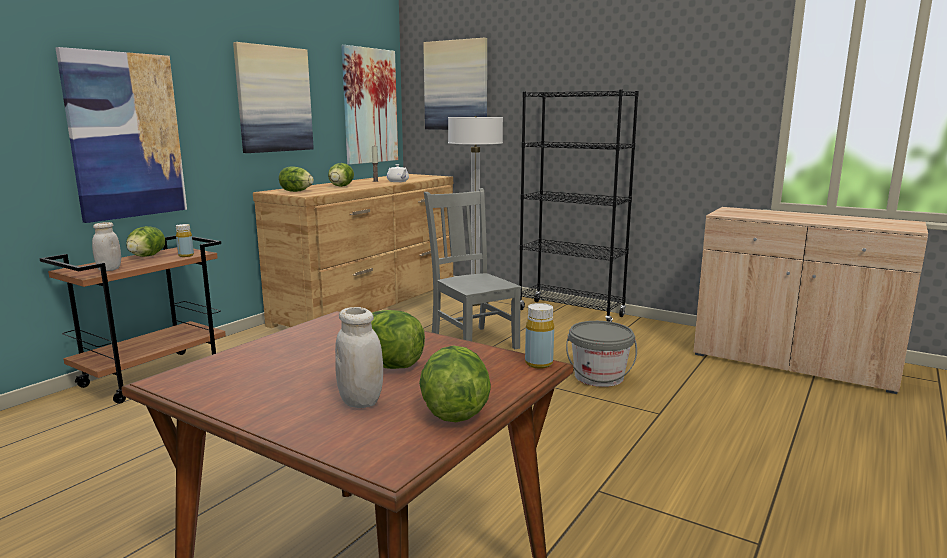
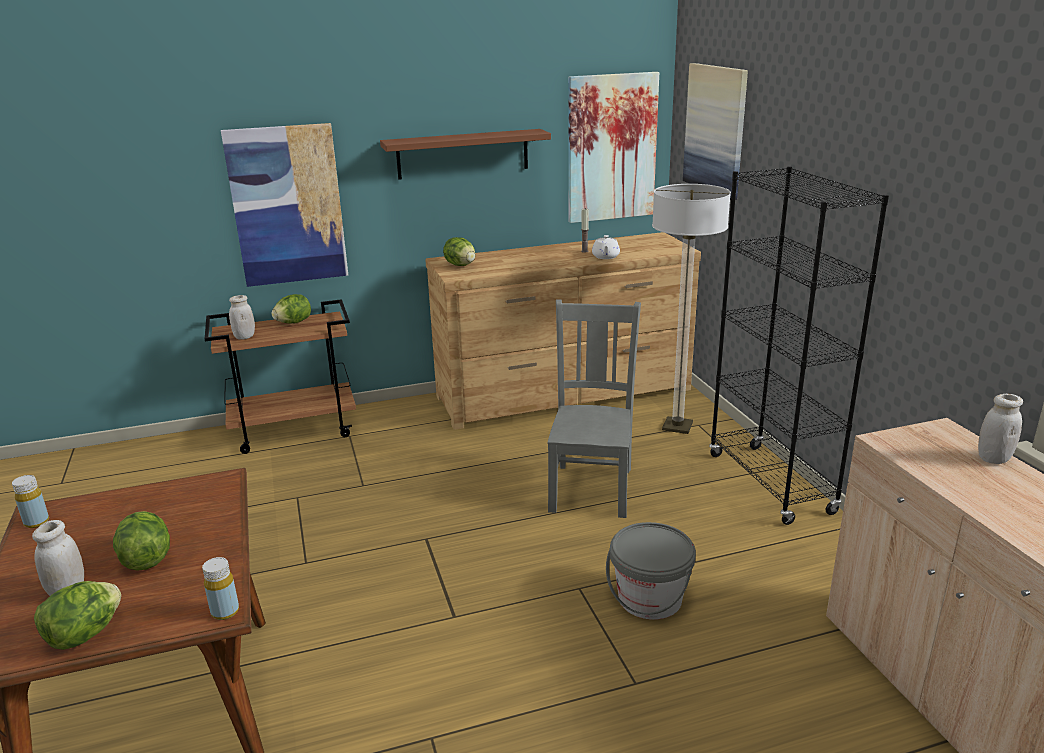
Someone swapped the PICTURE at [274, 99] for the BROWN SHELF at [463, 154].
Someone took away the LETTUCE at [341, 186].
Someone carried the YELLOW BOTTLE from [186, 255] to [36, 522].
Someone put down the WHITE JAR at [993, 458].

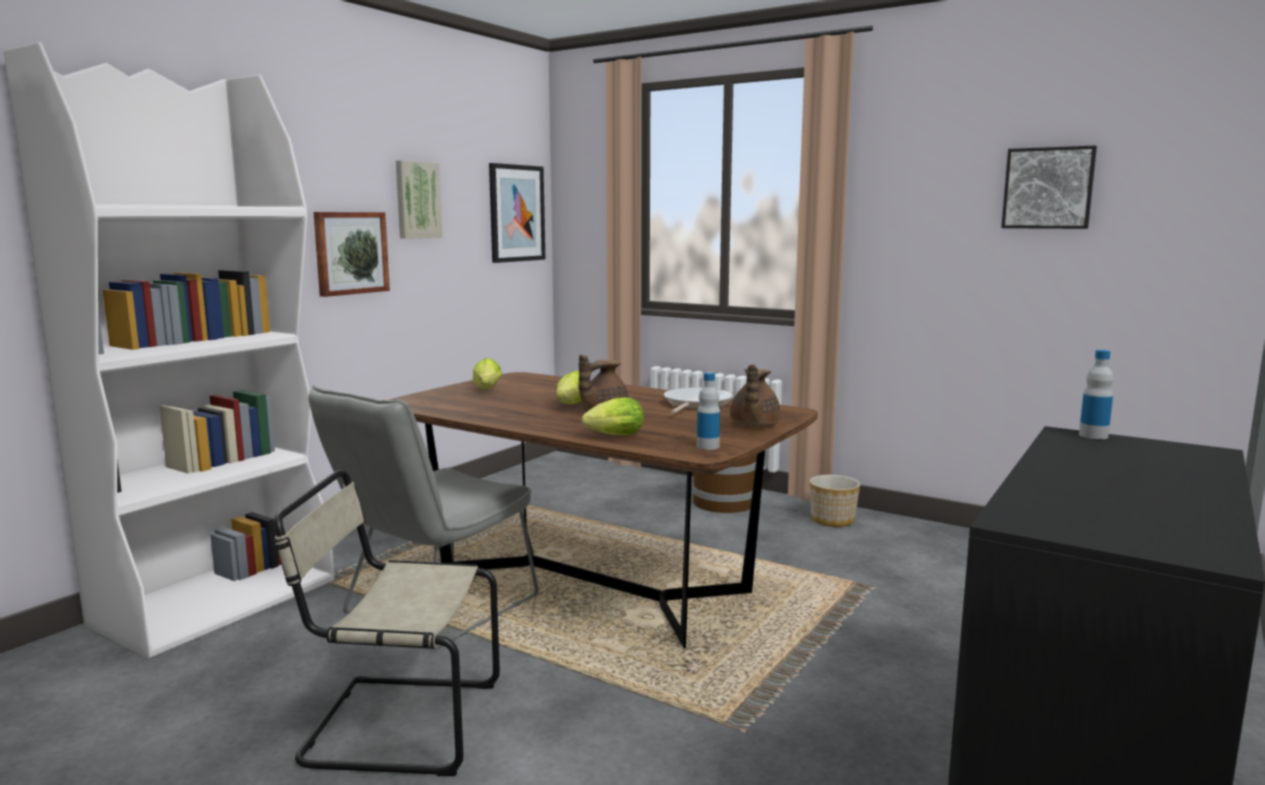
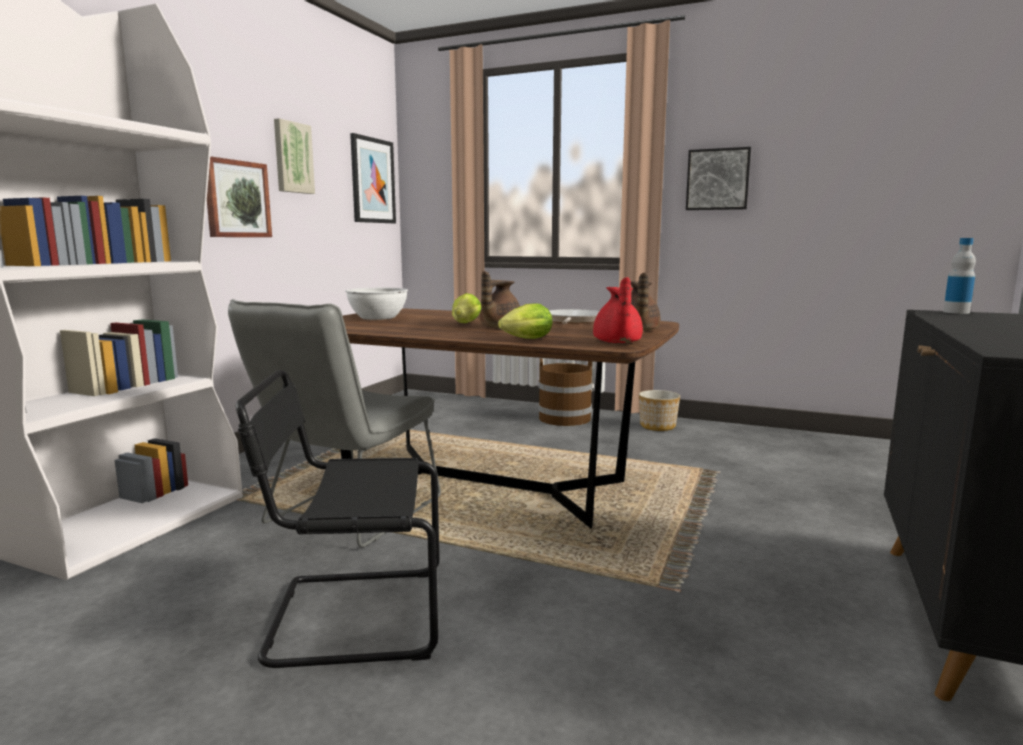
Someone carried the PICTURE from [1048, 188] to [718, 179].
Someone swapped the LETTUCE at [487, 390] for the WHITE BOWL at [378, 317].
Someone swapped the BOTTLE at [708, 446] for the RED TEAPOT at [617, 342].
Someone repainted the BEIGE CHAIR at [395, 723], which became the BLACK CHAIR at [350, 616].

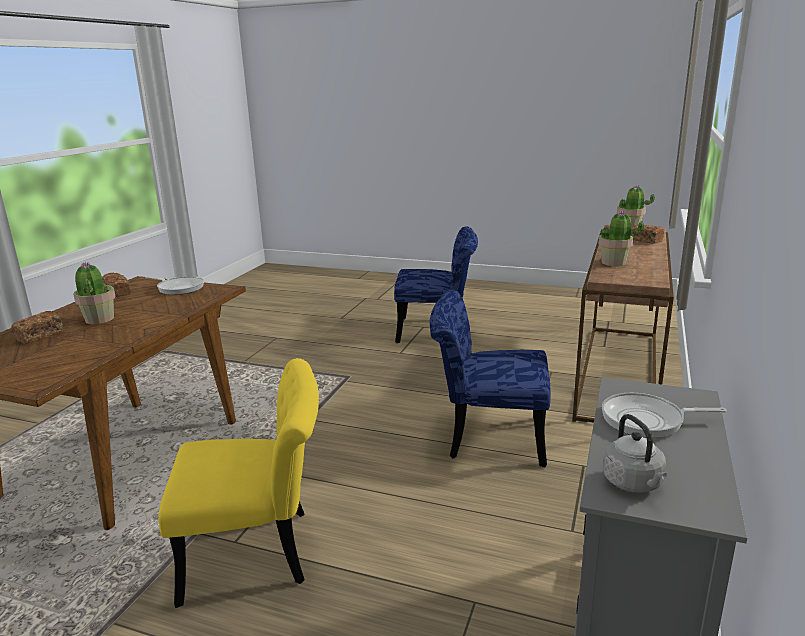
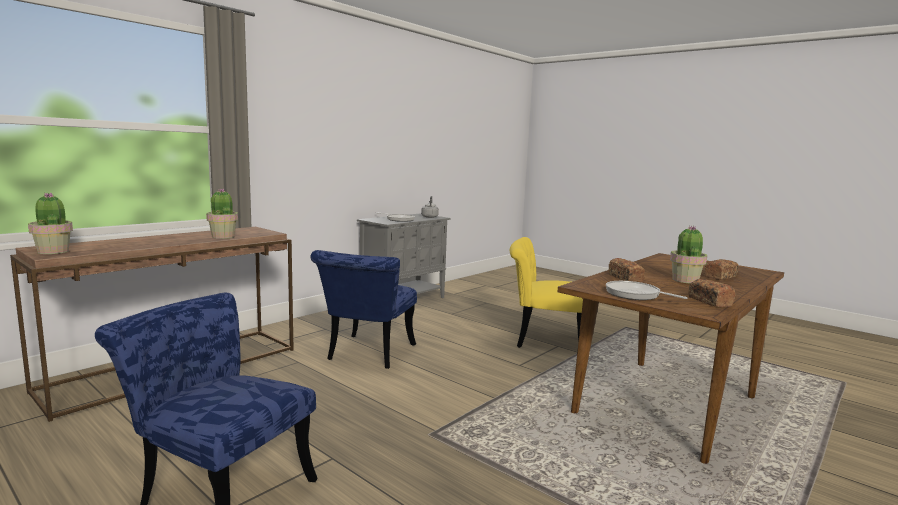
Someone carried the BREAD from [645, 240] to [625, 278].
Someone rotated the BLUE CHAIR at [487, 437] by 75 degrees clockwise.

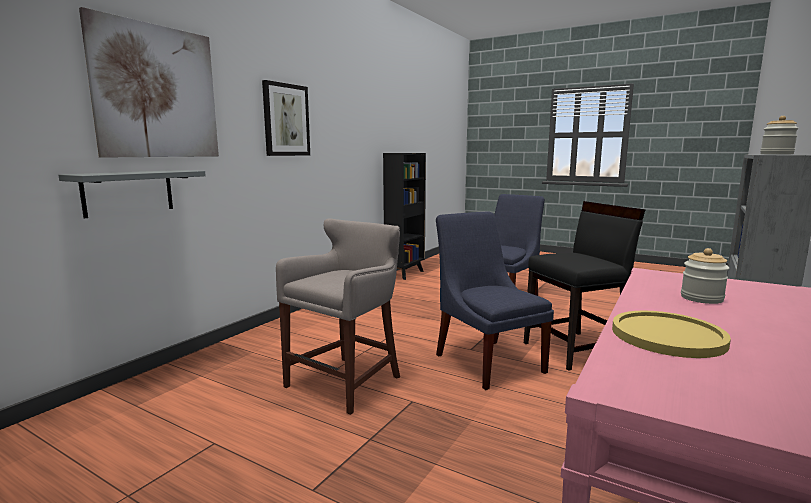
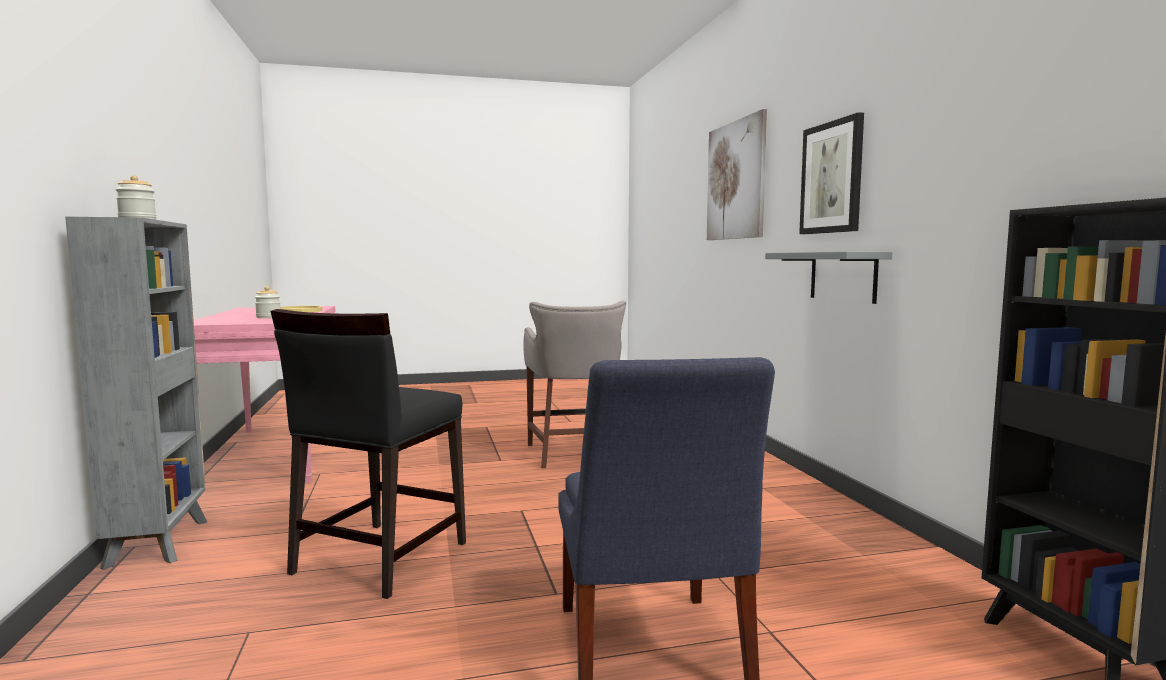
Someone carried the GREY SHELF from [128, 192] to [842, 276].
Someone took away the BLUE CHAIR at [487, 361].

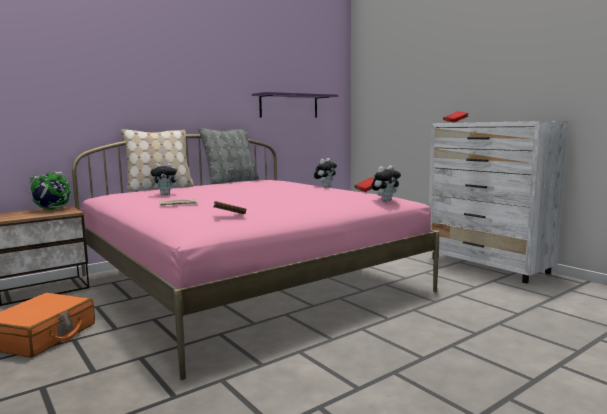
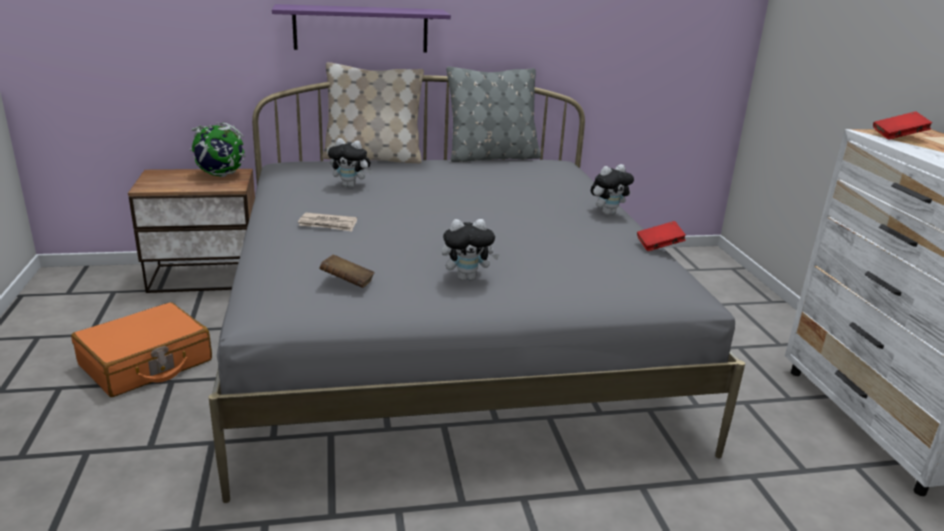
Someone carried the PURPLE SHELF from [289, 106] to [361, 29].
Someone repainted the PINK BED at [247, 283], which became the GREY BED at [447, 340].
Someone carried the PLUSH TOY from [385, 200] to [467, 278].

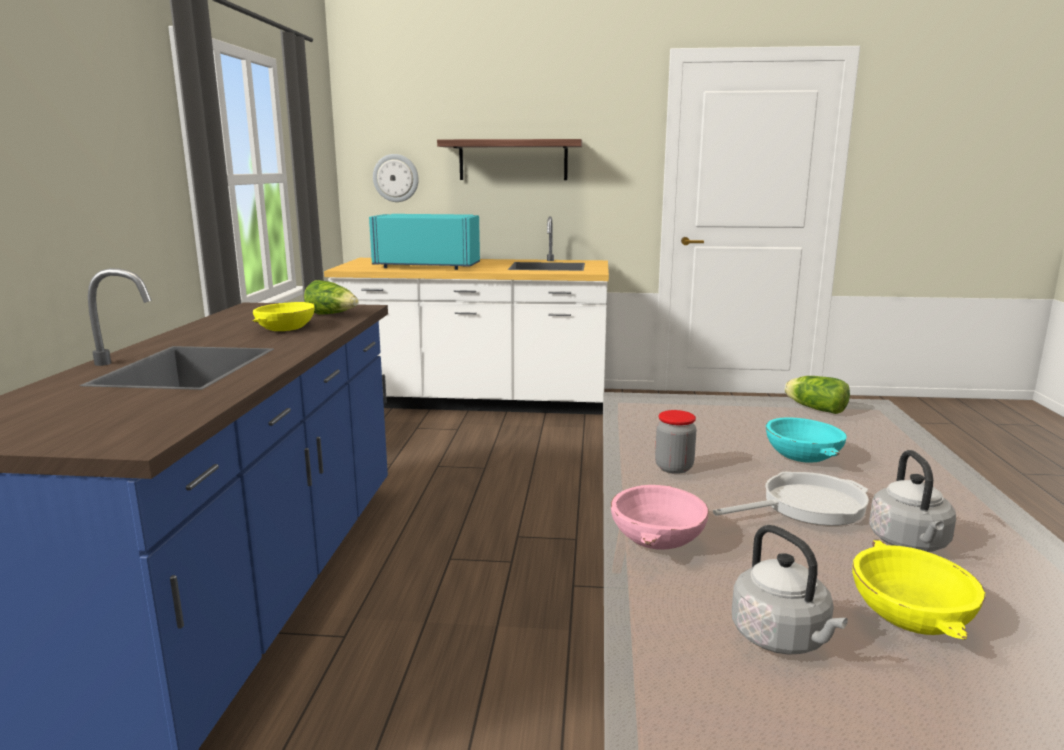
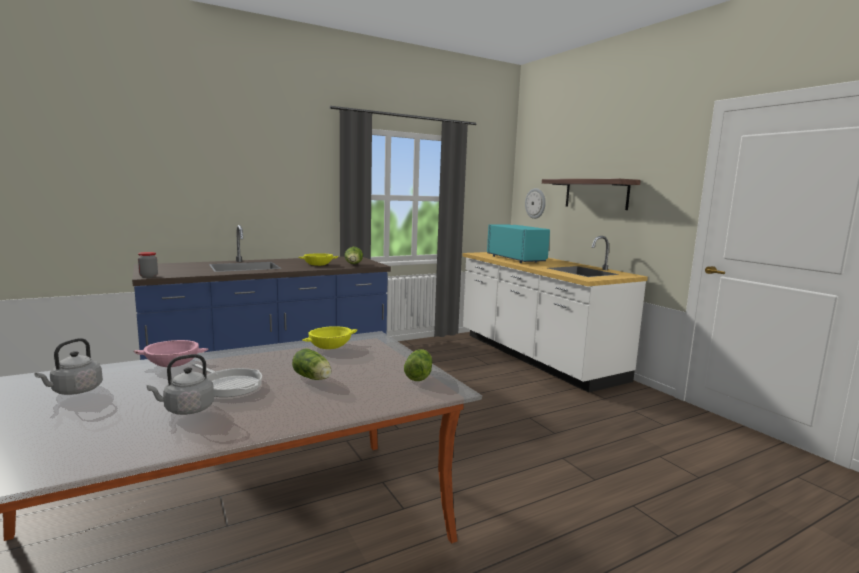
Someone carried the JAR from [674, 467] to [148, 276].
Someone swapped the TURQUOISE BOWL at [801, 455] for the LETTUCE at [313, 378].
Someone carried the YELLOW BOWL from [912, 614] to [330, 346].

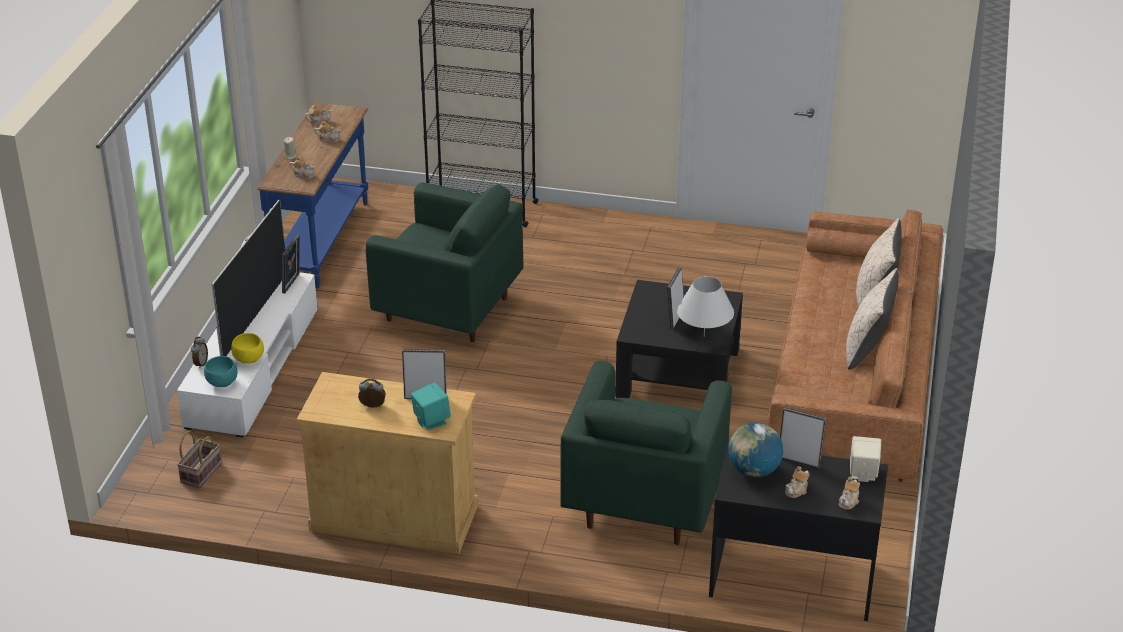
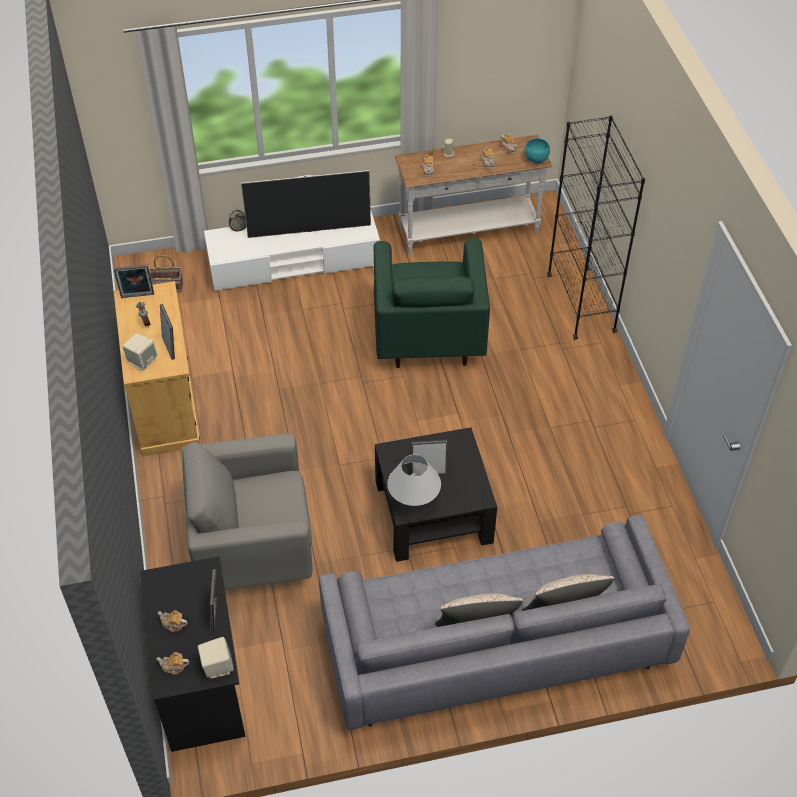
Someone repainted the BLUE CONSOLE TABLE at [323, 242], which became the WHITE CONSOLE TABLE at [469, 232].
Someone repainted the BROWN SOFA at [853, 381], which became the GREY SOFA at [495, 645].
Someone carried the PICTURE FRAME from [292, 284] to [137, 297].
Someone took away the YELLOW BOWL at [249, 360].
Someone carried the TURQUOISE BOWL from [223, 383] to [536, 160].
Someone repainted the GREEN ARMCHAIR at [644, 502], which became the GREY ARMCHAIR at [252, 547].
Someone repainted the TURQUOISE SPEAKER at [431, 420], which became the BEIGE SPEAKER at [142, 361].
Someone took away the GLOBE at [754, 471].

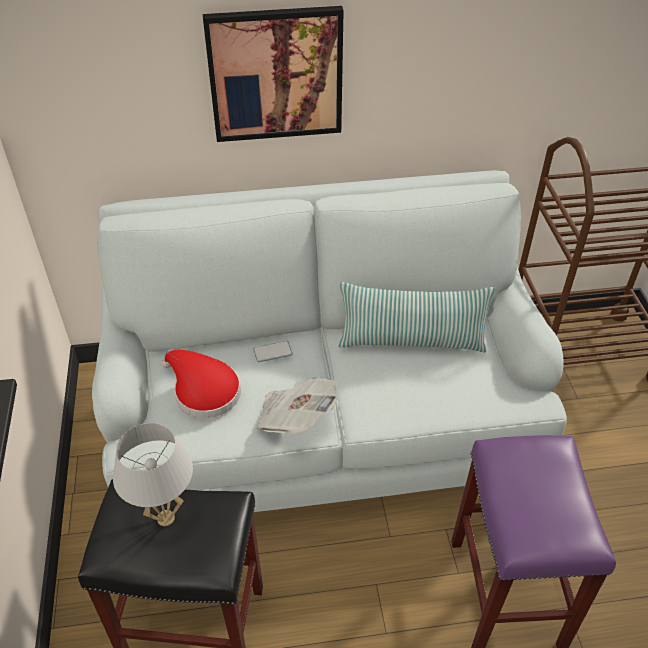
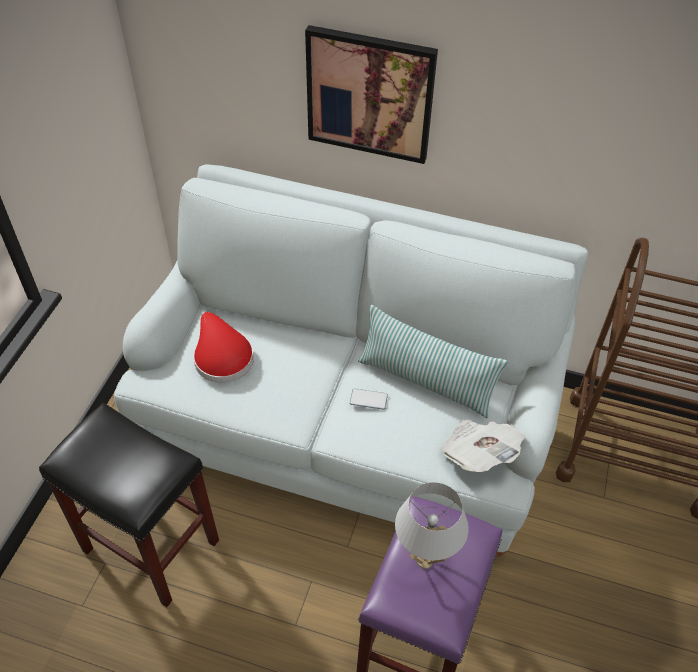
Someone carried the PHONE from [272, 352] to [368, 399].
Someone carried the NEWSPAPER from [295, 418] to [478, 454].
Someone carried the WHITE TABLE LAMP from [166, 518] to [425, 561].

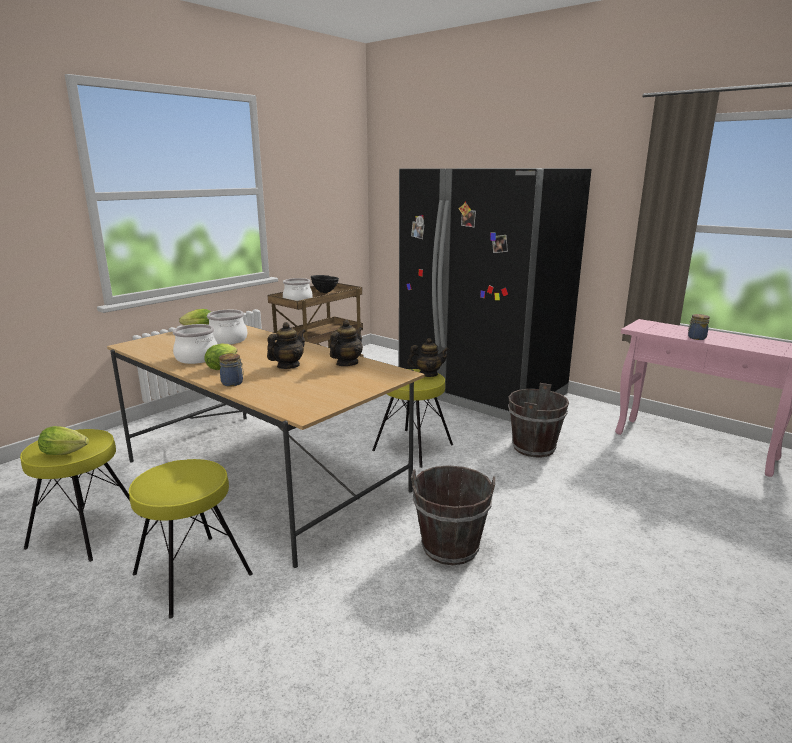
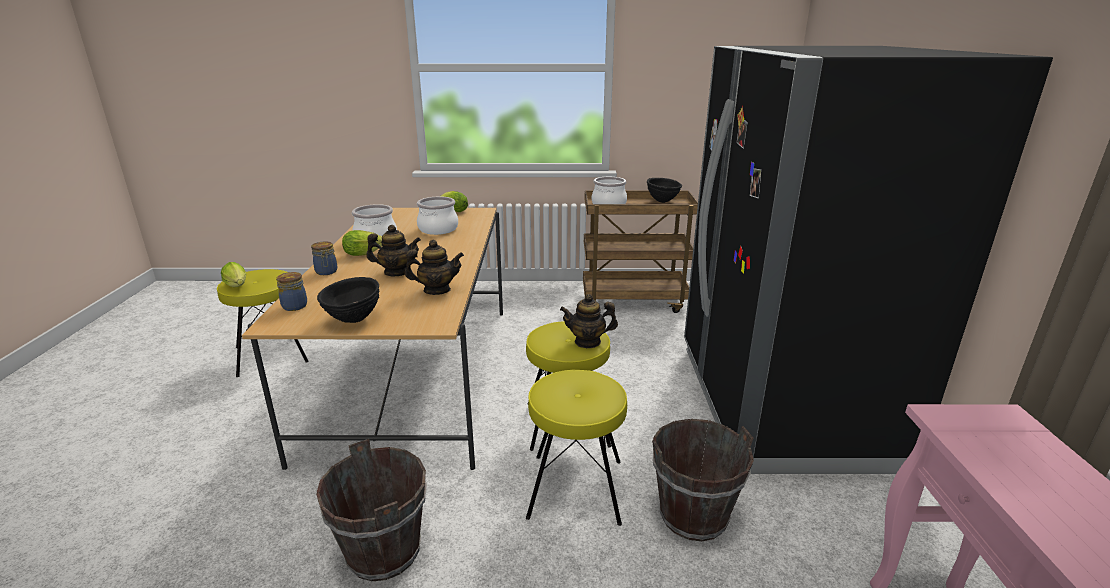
Someone carried the JAR from [696, 338] to [294, 306].
Someone rotated the TEAPOT at [428, 374] by 135 degrees clockwise.
Someone carried the YELLOW STOOL from [191, 574] to [575, 487].
Someone put down the BLACK BOWL at [353, 320].

